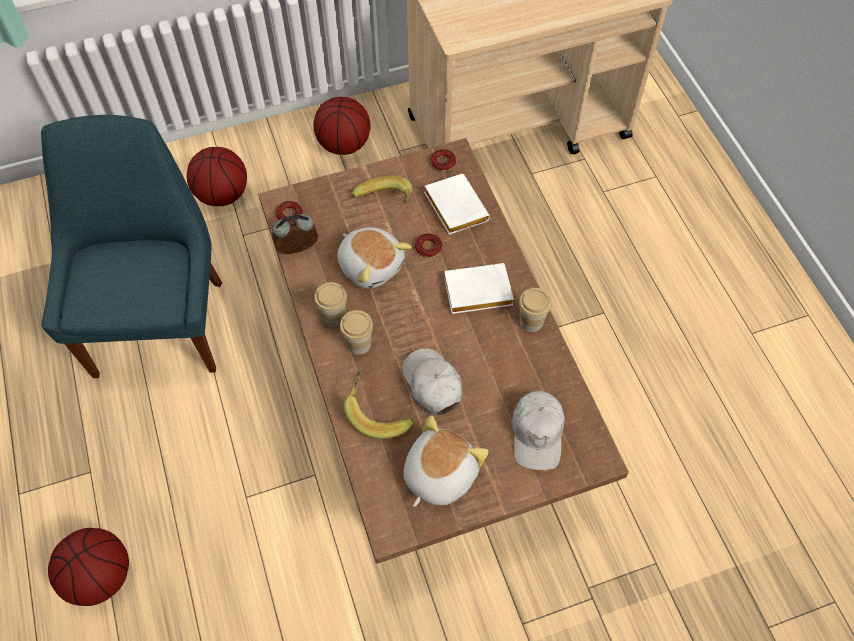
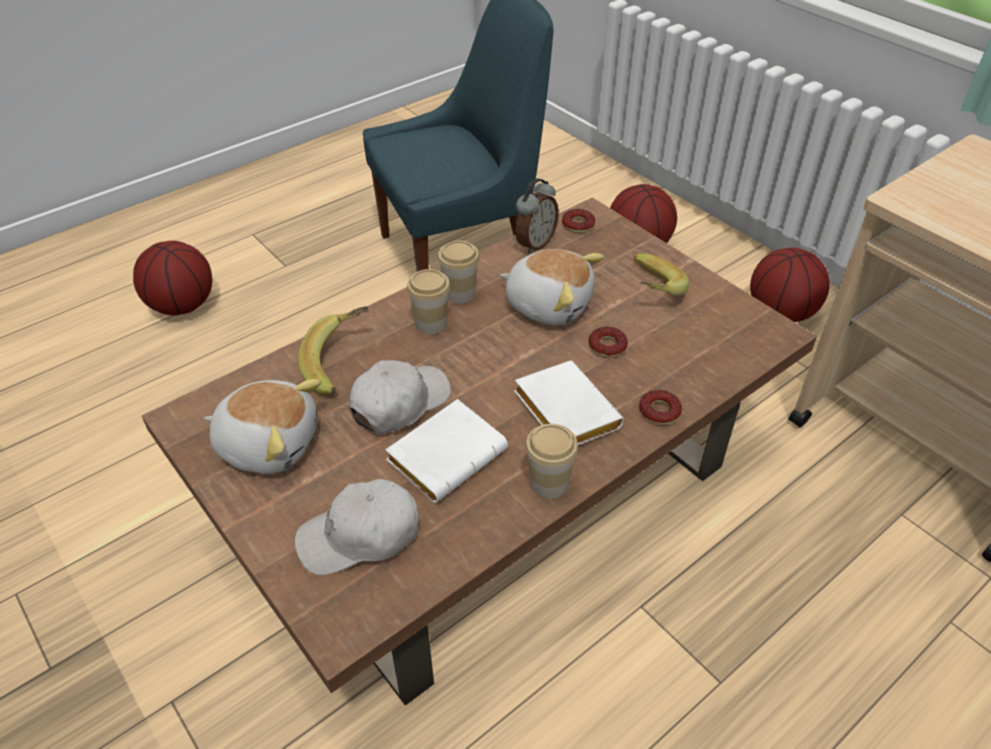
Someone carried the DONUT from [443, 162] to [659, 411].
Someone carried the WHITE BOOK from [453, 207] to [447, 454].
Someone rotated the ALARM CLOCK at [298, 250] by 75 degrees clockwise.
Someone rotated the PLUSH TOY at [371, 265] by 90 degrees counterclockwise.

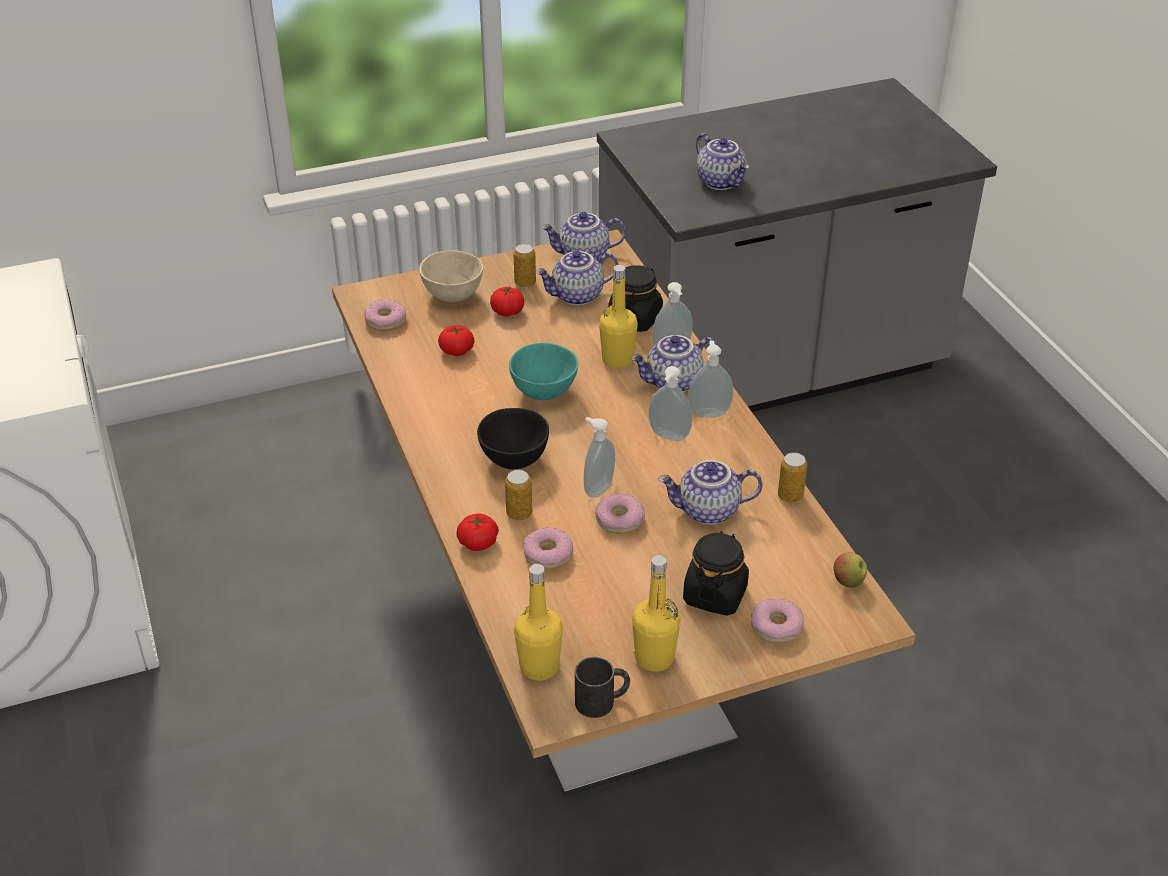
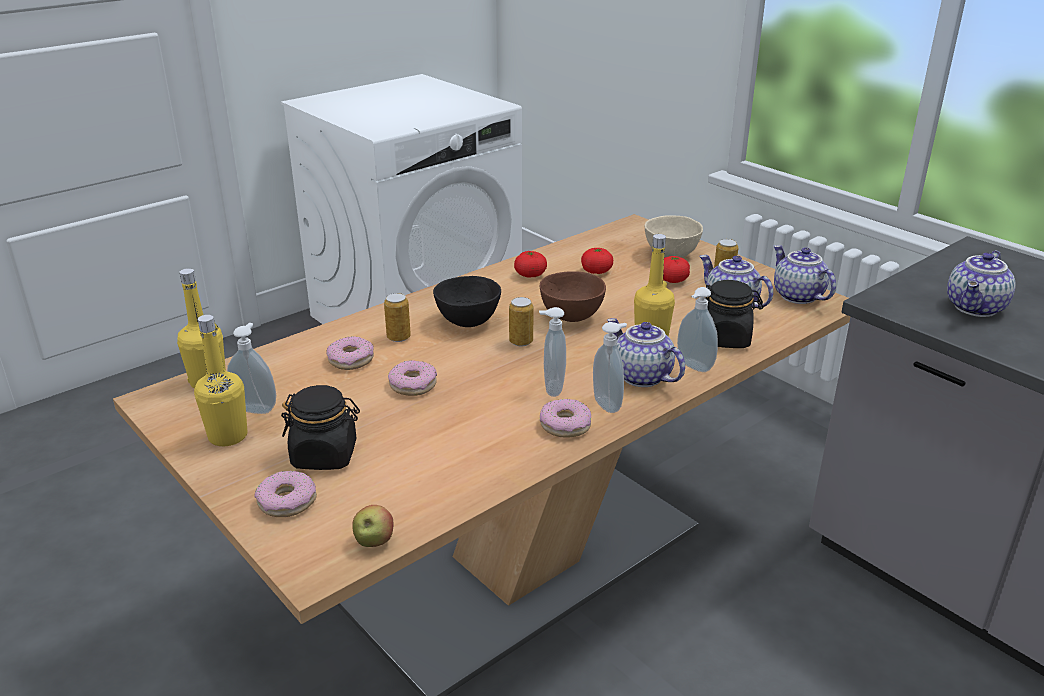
Someone carried the DONUT from [386, 321] to [565, 425].
Someone repainted the TURQUOISE BOWL at [545, 392], which became the BROWN BOWL at [572, 317].
Someone carried the SOAP DISPENSER from [597, 488] to [256, 408].
Someone carried the CAN from [790, 496] to [521, 342].
Someone took away the TEAPOT at [708, 512].
Someone carried the TOMATO from [478, 543] to [530, 275].
Someone took away the BLACK MUG at [602, 701].

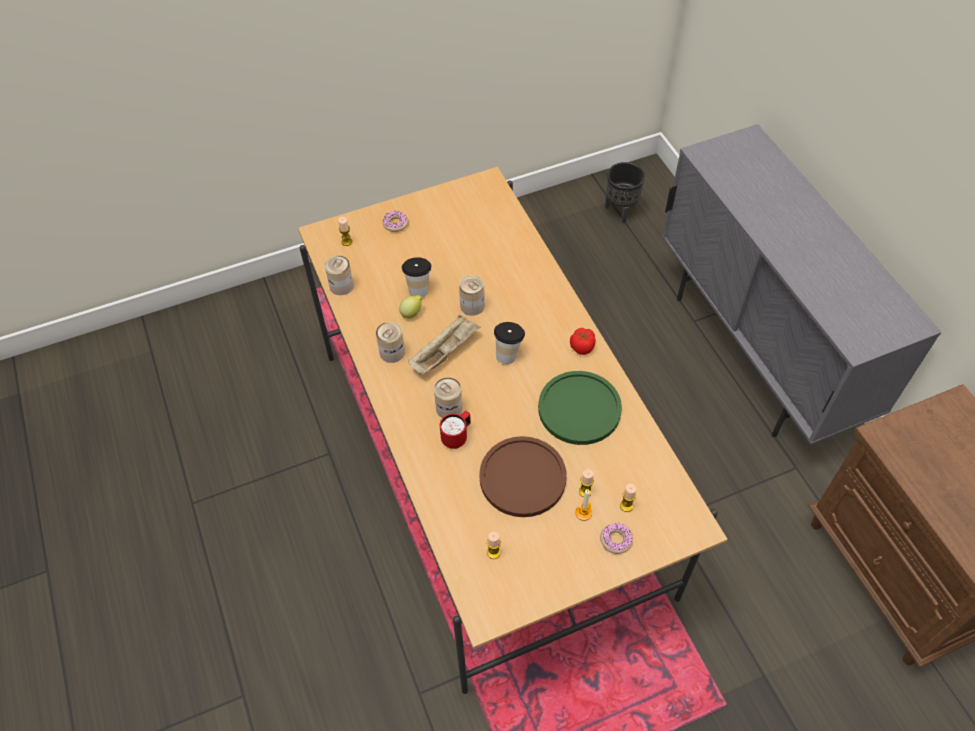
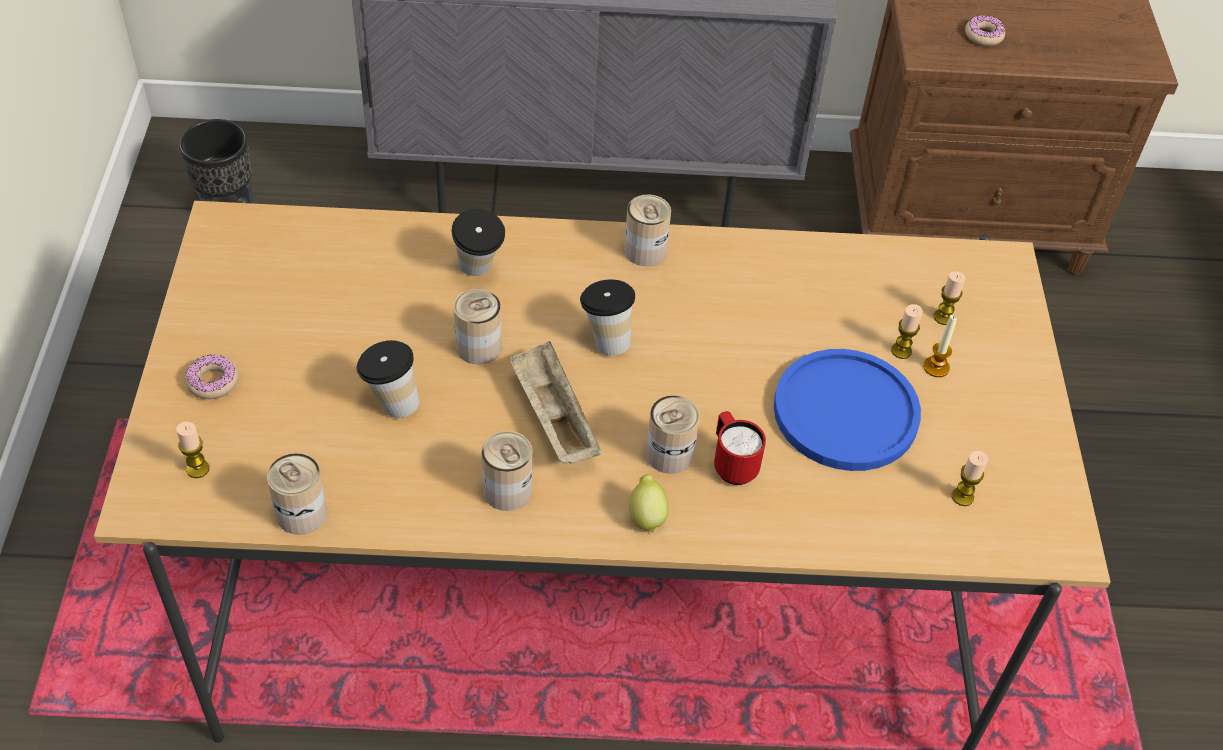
Someone carried the LEMON from [412, 313] to [646, 516].
Someone swapped the TOMATO at [582, 347] for the CAN at [645, 251].
Someone took away the GREEN PLATE at [579, 409].
Someone repainted the BROWN PLATE at [522, 477], which became the BLUE PLATE at [845, 412].
Someone carried the DONUT from [616, 540] to [983, 36].
Someone put down the CUP at [479, 272].

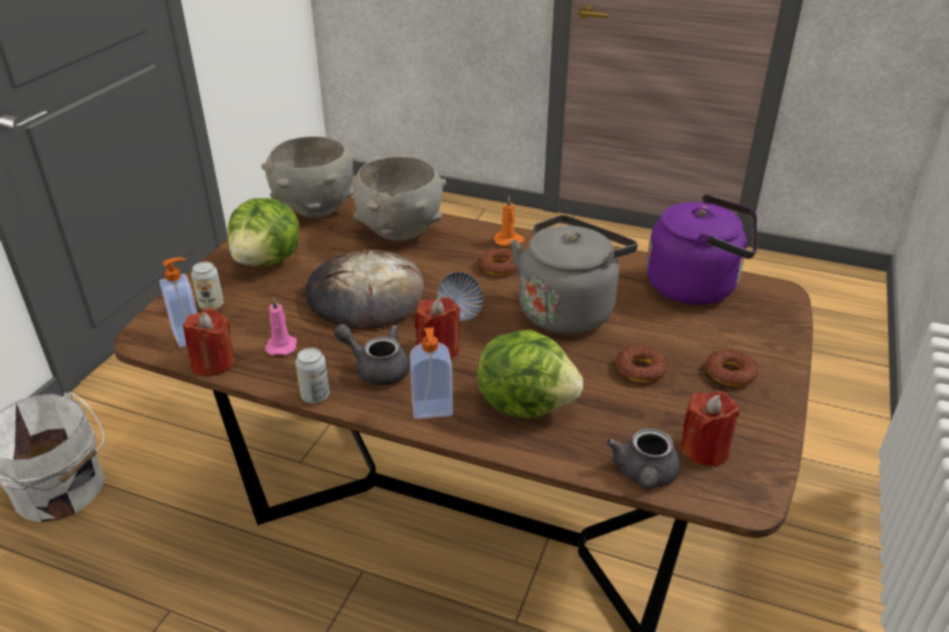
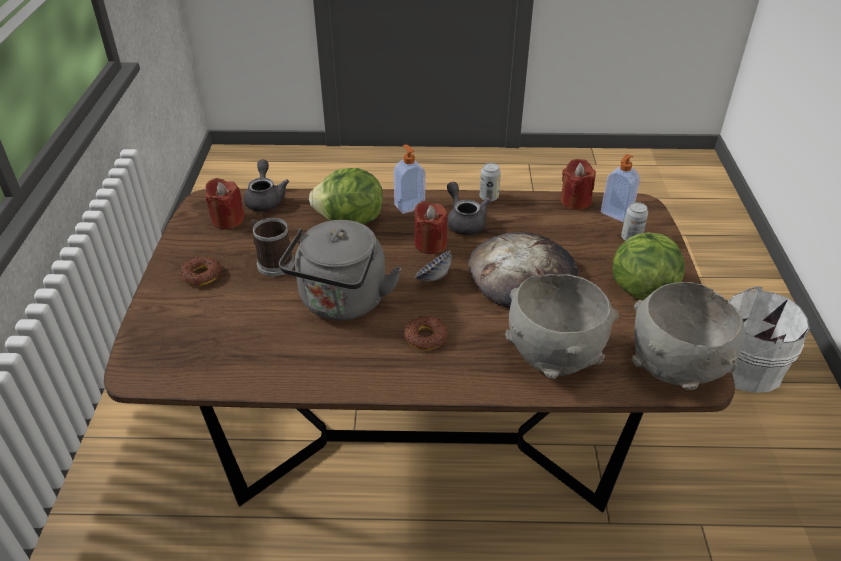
Someone took away the PURPLE KETTLE at [697, 286].
Someone took away the ORANGE CANDLE at [509, 240].
Someone took away the PINK CANDLE at [282, 345].
Someone rotated the GREY TEAPOT at [376, 368] by 120 degrees counterclockwise.
Someone swapped the DONUT at [640, 370] for the MUG at [272, 262].

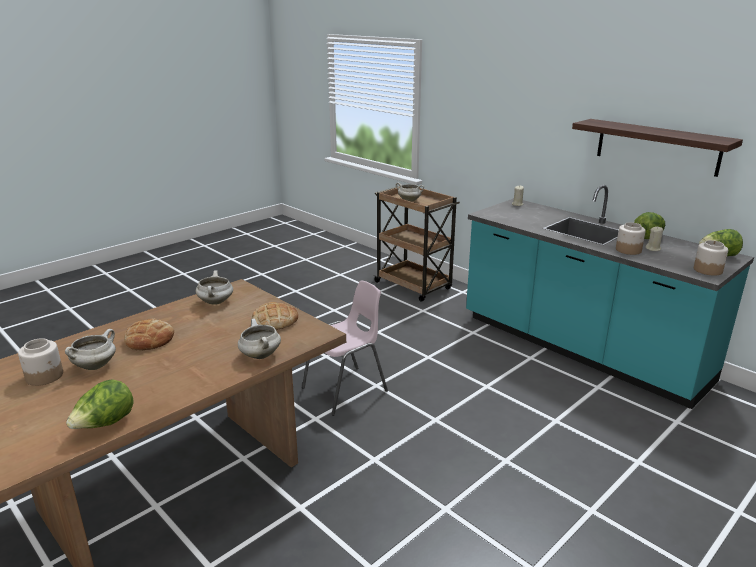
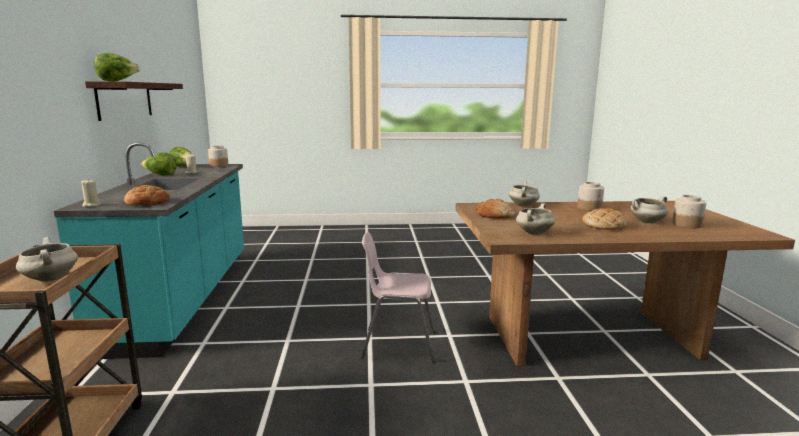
Someone carried the JAR from [628, 250] to [589, 208].
Someone carried the LETTUCE from [105, 424] to [117, 81].
Someone put down the BREAD at [147, 202].

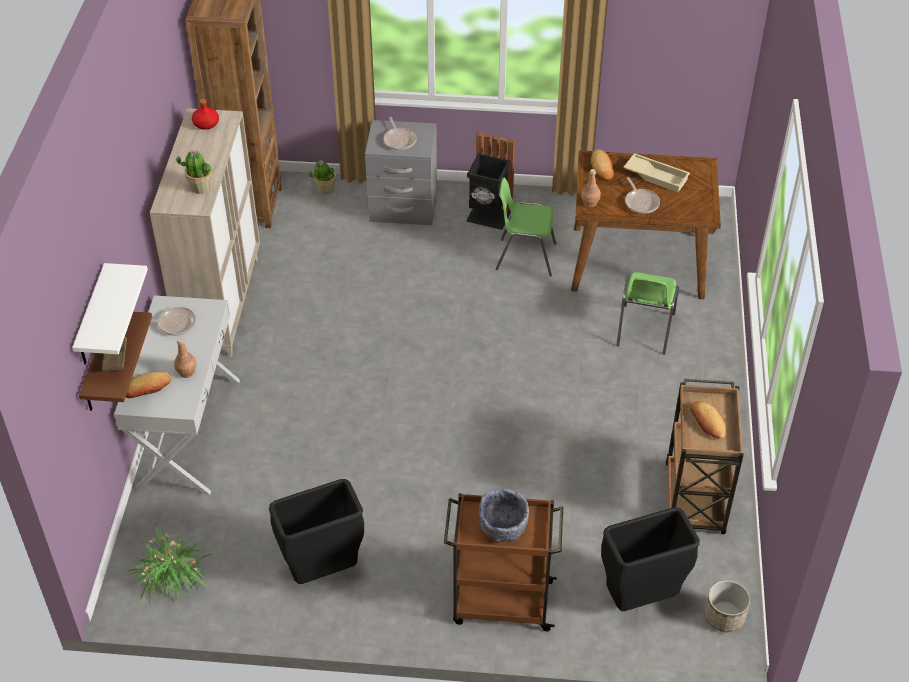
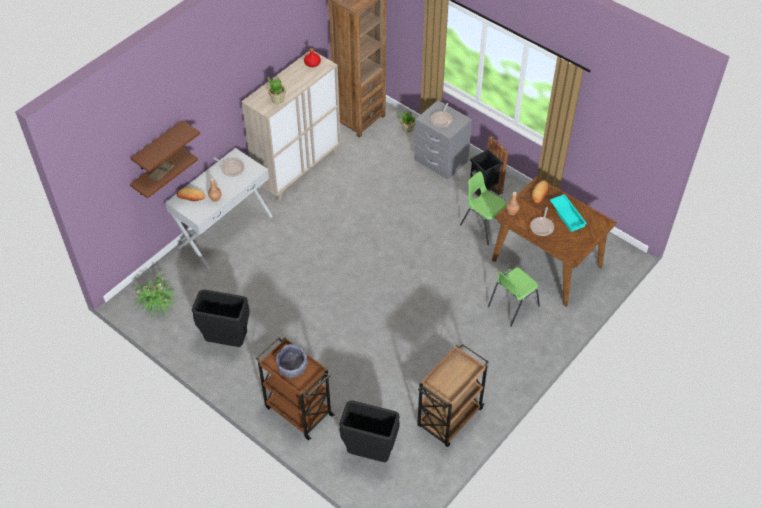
Someone repainted the BEIGE TRAY at [656, 176], which became the TURQUOISE TRAY at [568, 215].
Someone repainted the WHITE SHELF at [92, 318], which became the BROWN SHELF at [158, 146].
Someone took away the BREAD at [707, 422].
Someone took away the PLANTER at [724, 617].

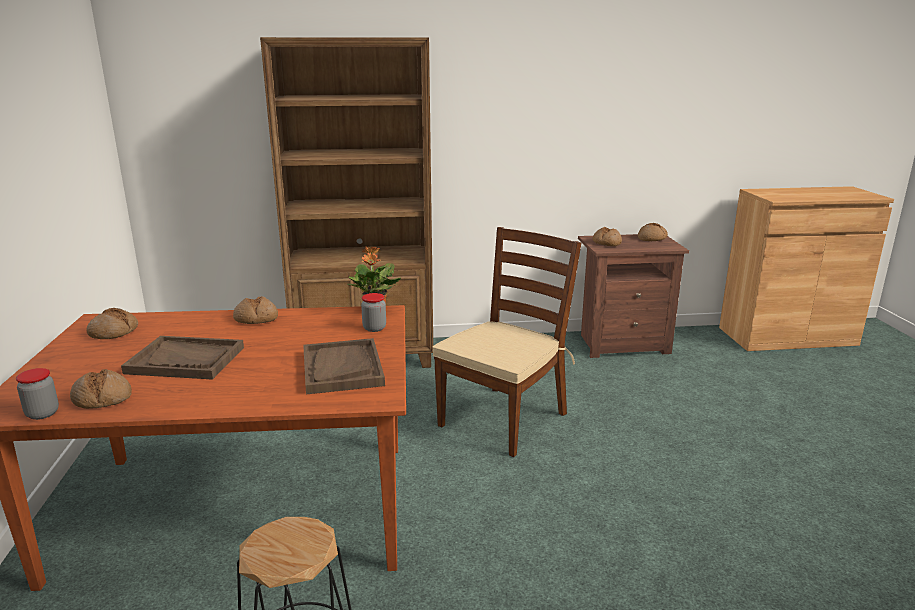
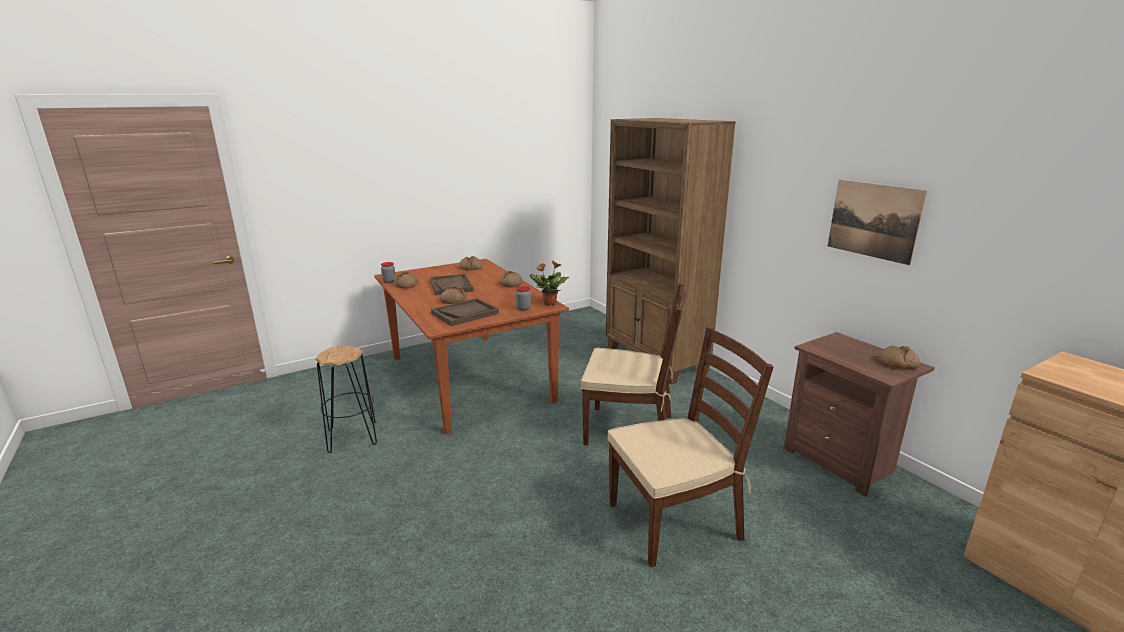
Someone carried the BREAD from [606, 243] to [453, 300].
Someone put up the PICTURE at [873, 220].
Someone put down the BROWN CHAIR at [675, 520].

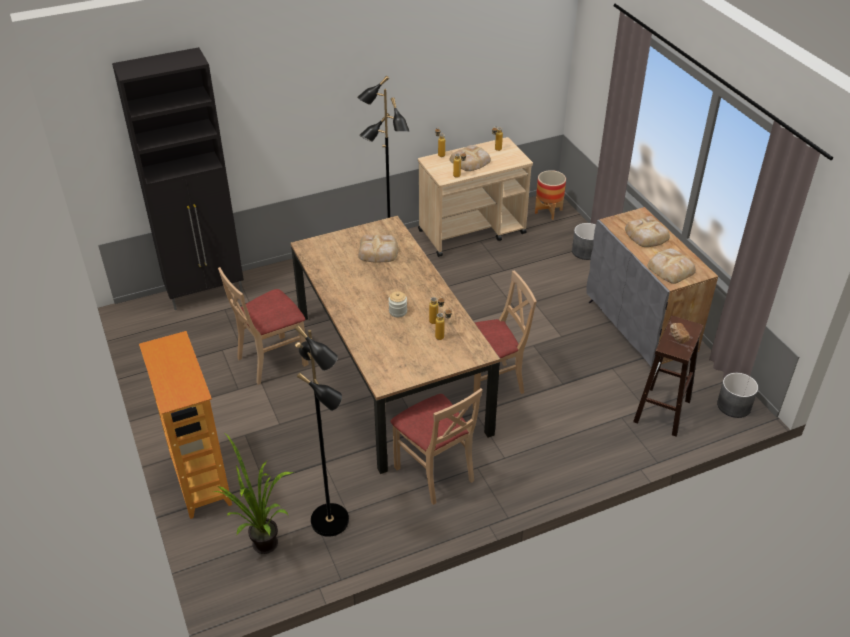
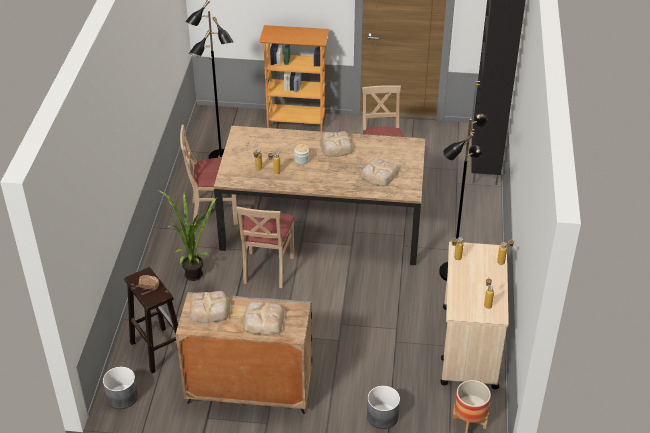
Someone carried the BREAD from [471, 161] to [336, 147].
Someone carried the POTTED PLANT from [261, 549] to [191, 272].

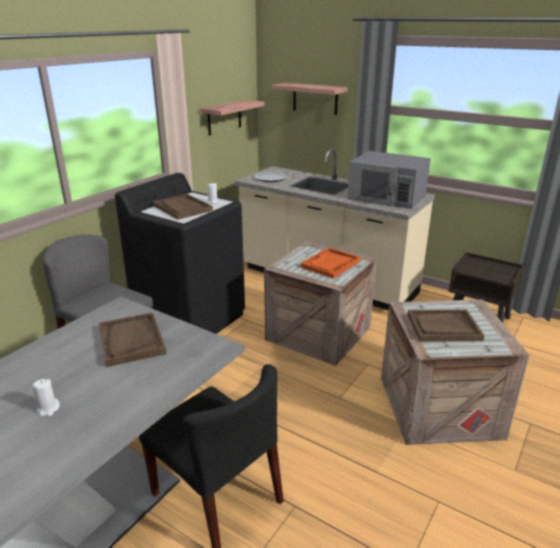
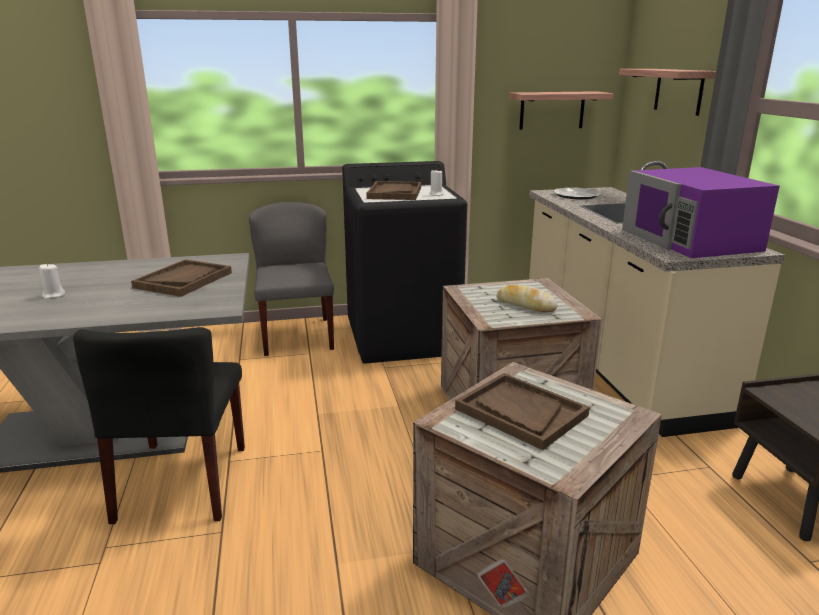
Someone repainted the GREY MICROWAVE at [387, 197], which became the PURPLE MICROWAVE at [690, 240].
Someone swapped the ORANGE TRAY at [330, 264] for the BREAD at [525, 305].

